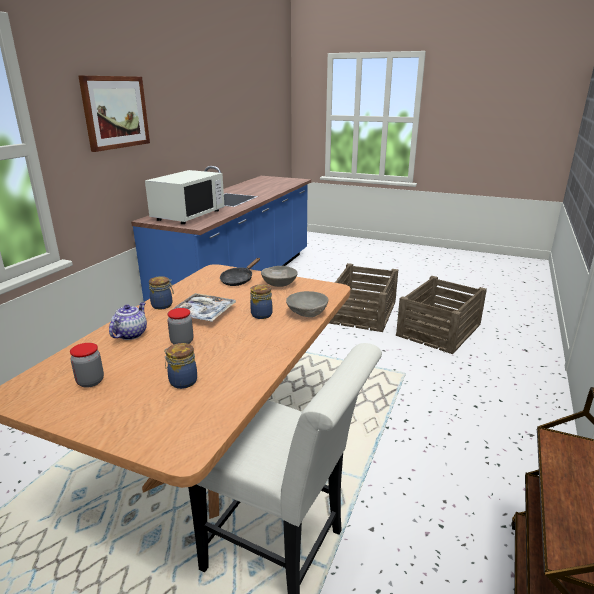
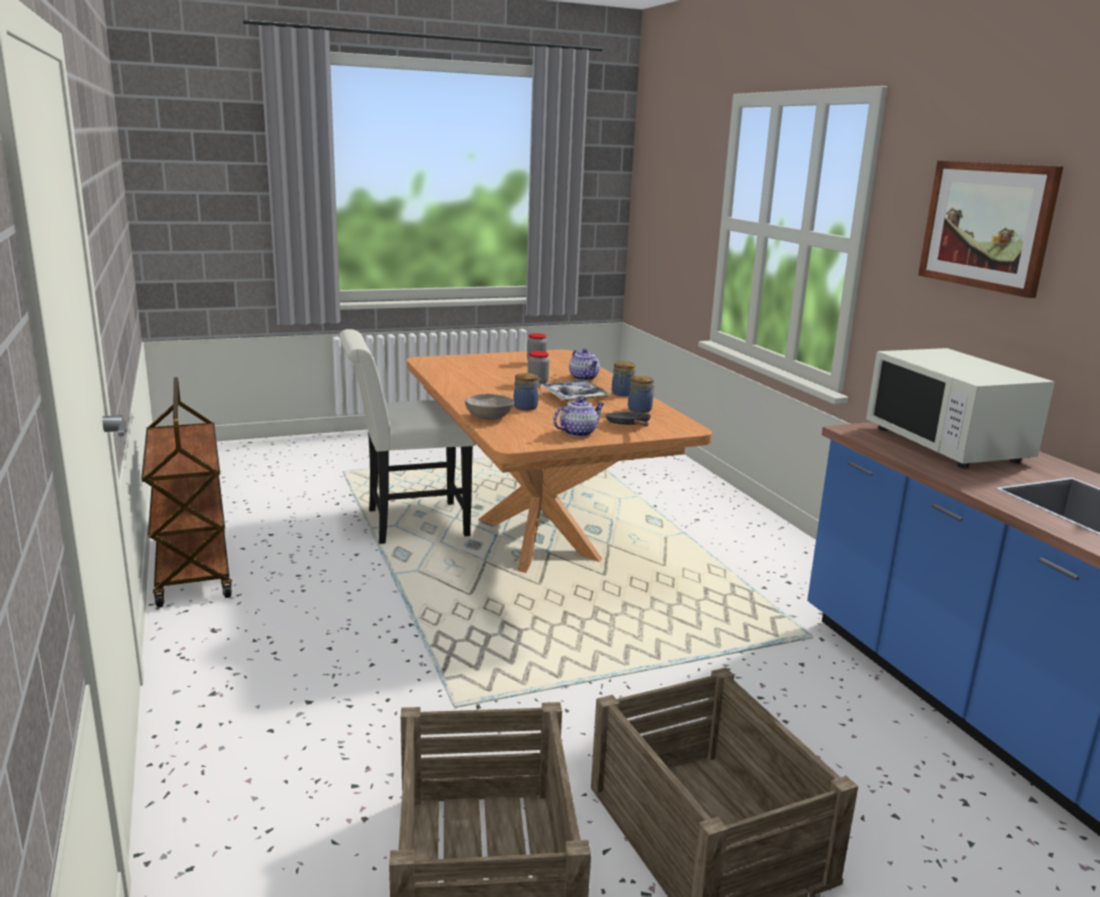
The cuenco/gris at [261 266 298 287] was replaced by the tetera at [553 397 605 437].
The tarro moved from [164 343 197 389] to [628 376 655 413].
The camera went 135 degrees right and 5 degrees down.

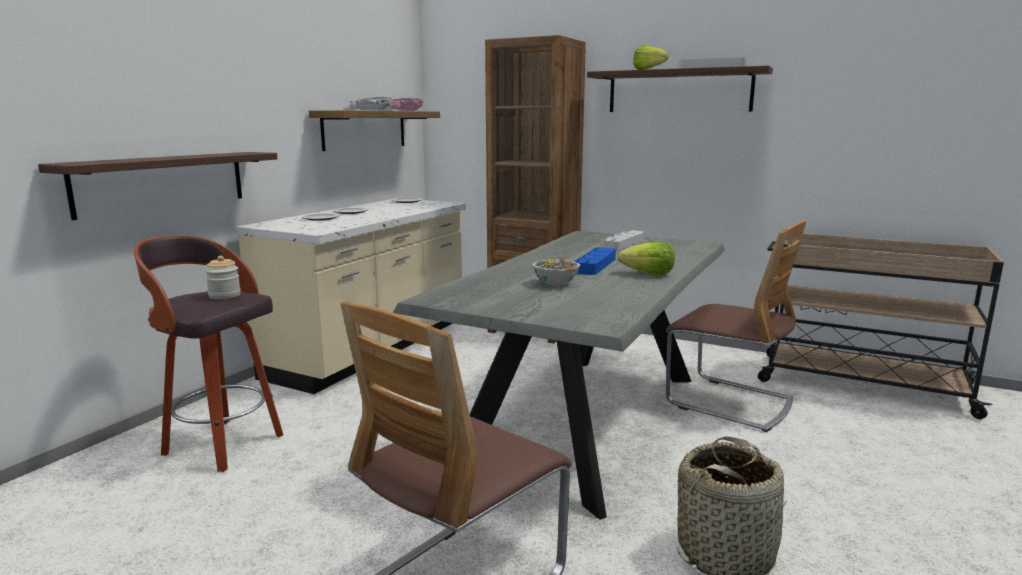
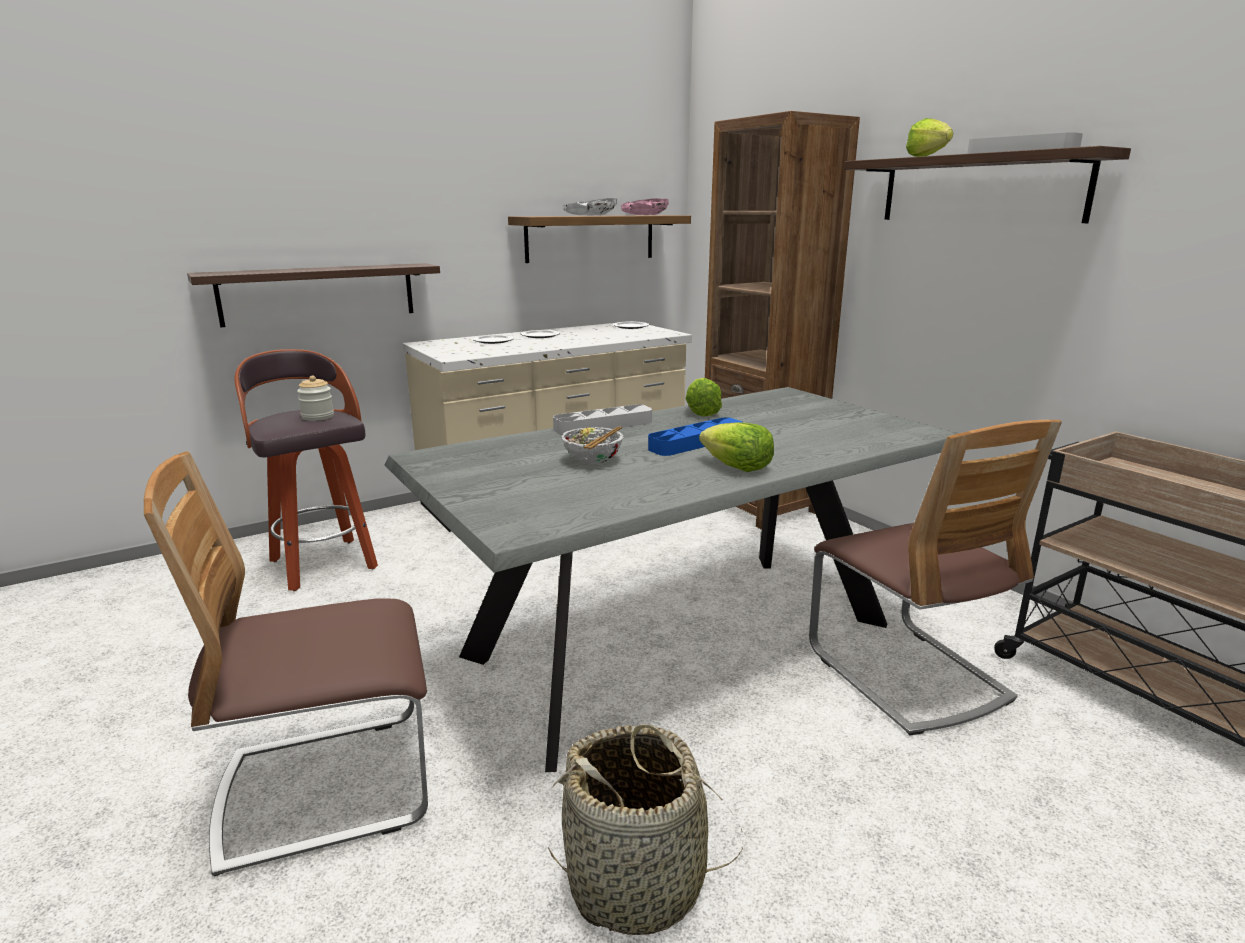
The bandeja/gris moved from [601 230 644 251] to [553 404 652 435].
The lechuga at [685 378 722 417] appeared.
The camera went 30 degrees right and 5 degrees up.

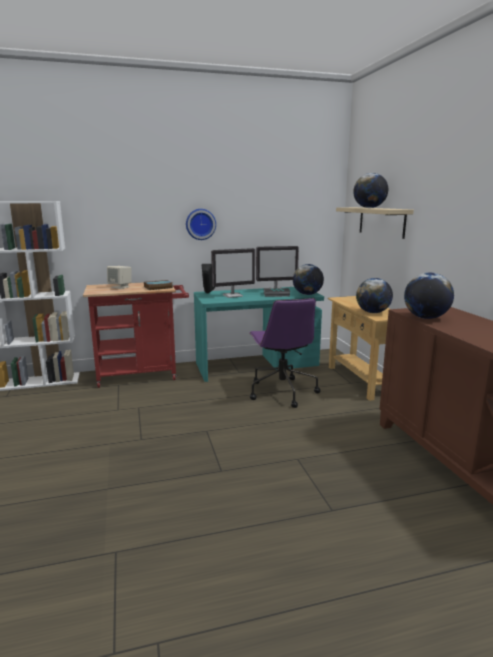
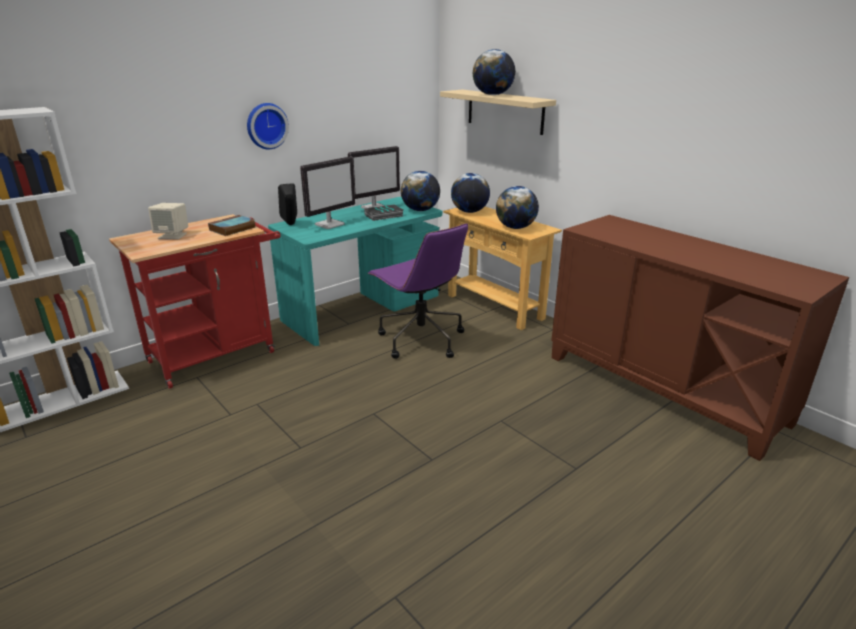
The globo terráqueo moved from [404 273 454 319] to [451 173 490 213].
The camera went 25 degrees left and 10 degrees up.

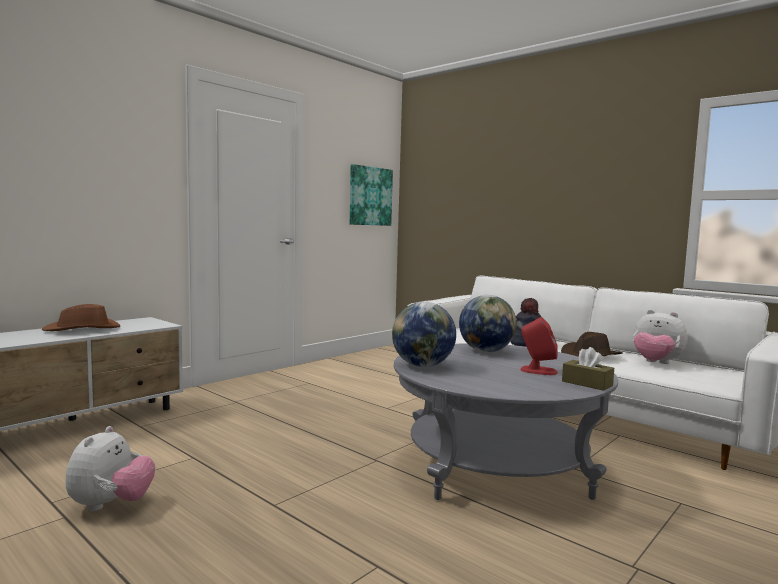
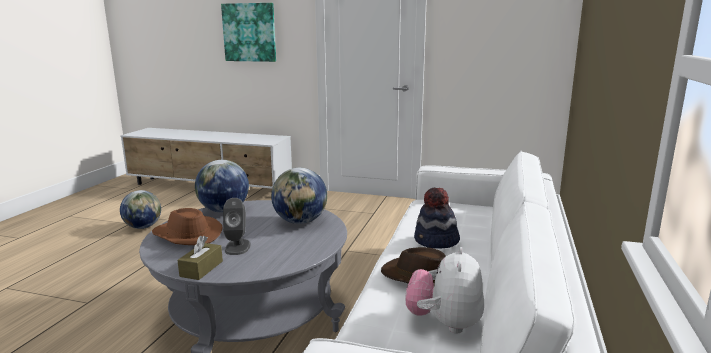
The peluche at [65 426 155 511] was replaced by the globo terráqueo at [120 190 161 229].
The sombrero/marrón moved from [42 304 121 331] to [152 208 223 245].
The cuadro moved from [350 164 393 226] to [221 3 276 62].
The altavoz/rojo at [520 317 558 375] became the altavoz/gris at [223 198 251 255].
The camera went 65 degrees right and 10 degrees up.

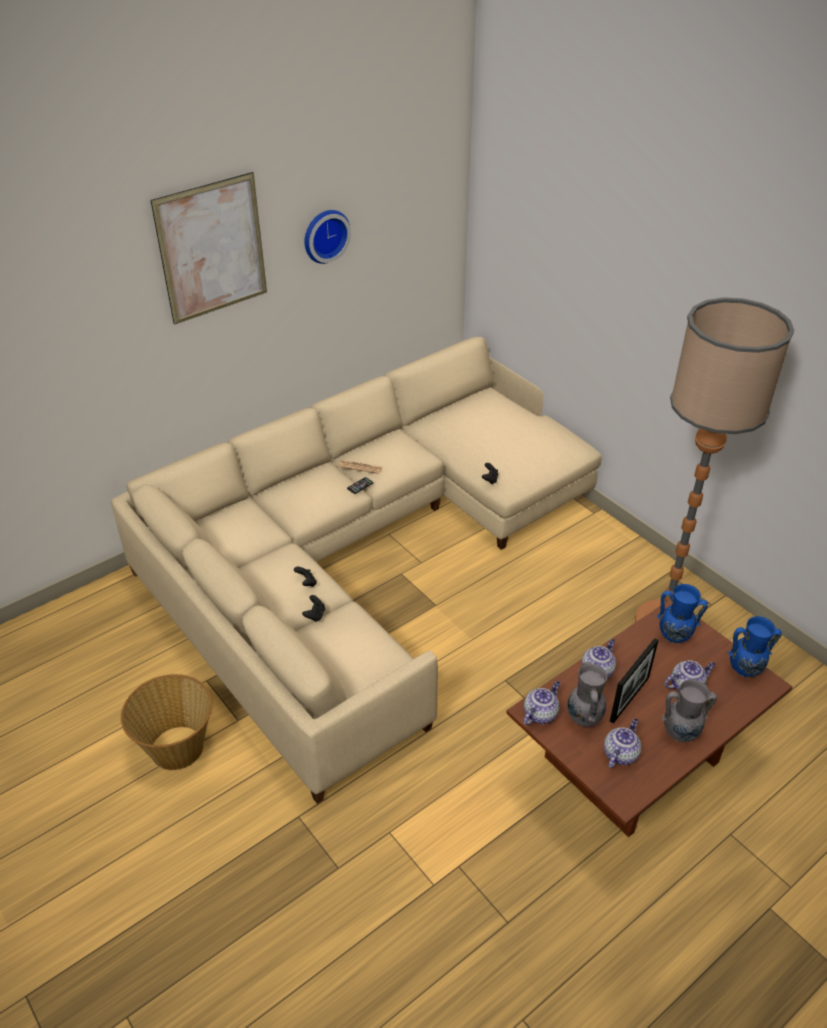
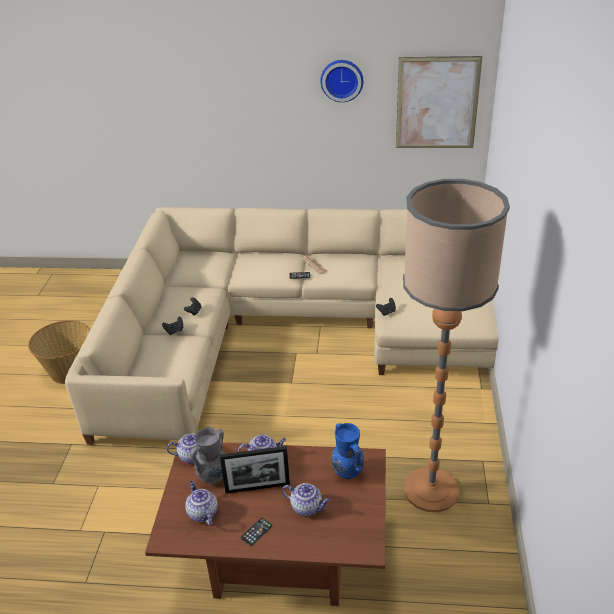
The tetera at [604 718 641 768] turned 105 degrees counterclockwise.
The florero/gris at [662 679 717 742] was replaced by the móvil at [241 518 272 546].
The cuadro moved from [151 172 267 325] to [396 56 482 148].
The florero/azul at [728 616 782 677] disappeared.
The camera went 45 degrees right and 5 degrees down.

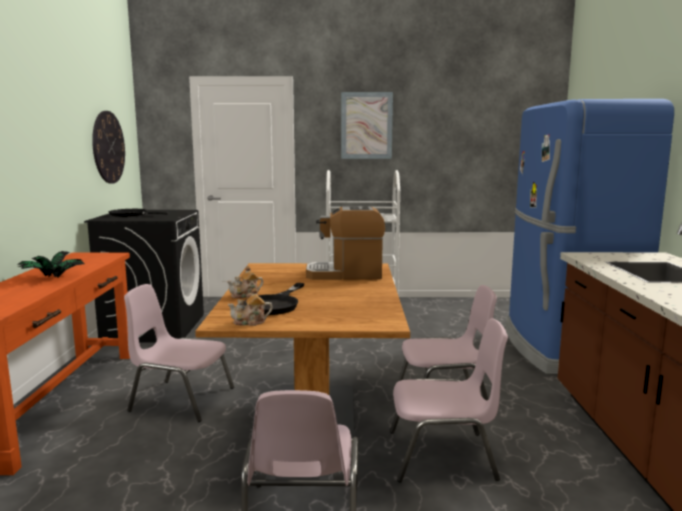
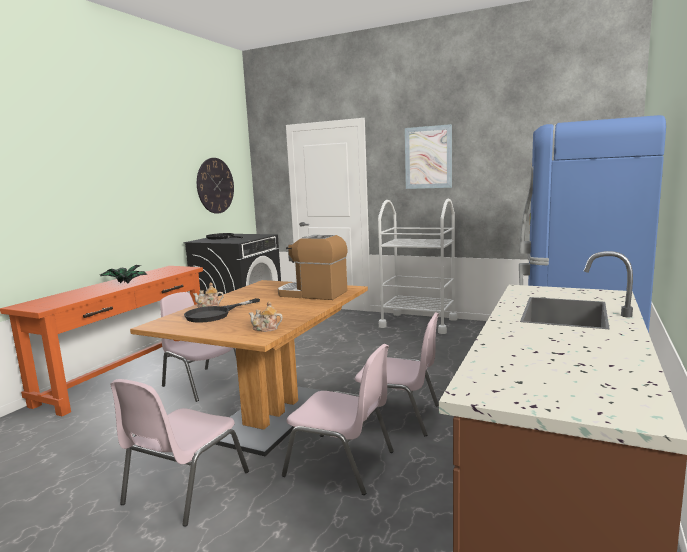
The tetera moved from [227 288 273 326] to [249 301 283 332].
The camera went 25 degrees right and 0 degrees up.

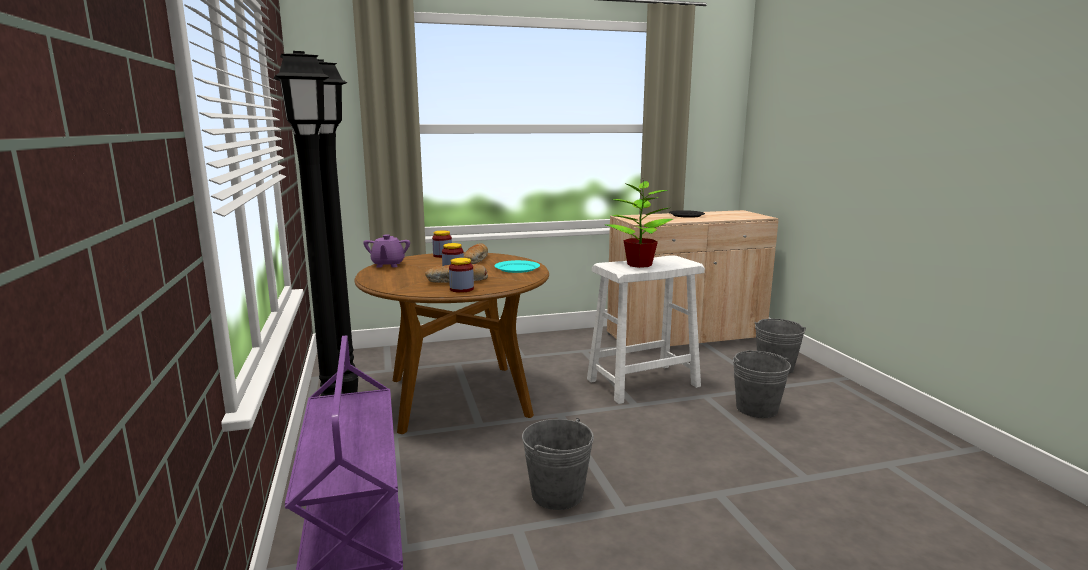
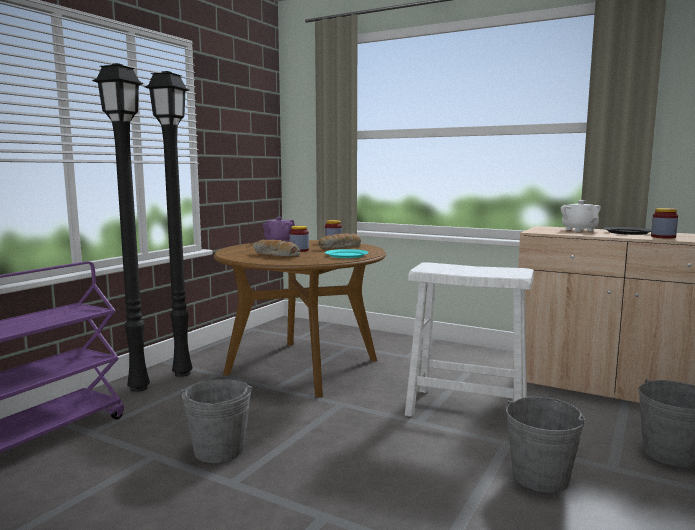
The tetera/blanco at [561 200 601 232] appeared.
The tarro moved from [449 258 474 293] to [651 208 678 239].
The planta en maceta at [606 180 673 268] disappeared.
The camera went 45 degrees right and 5 degrees down.

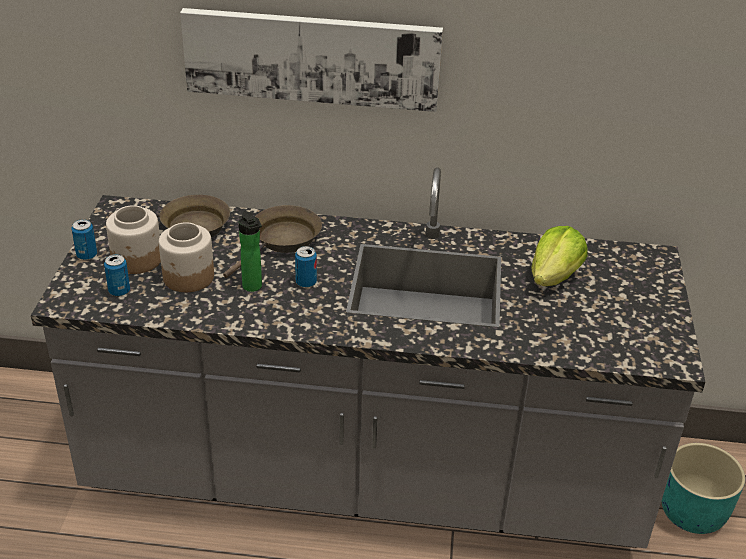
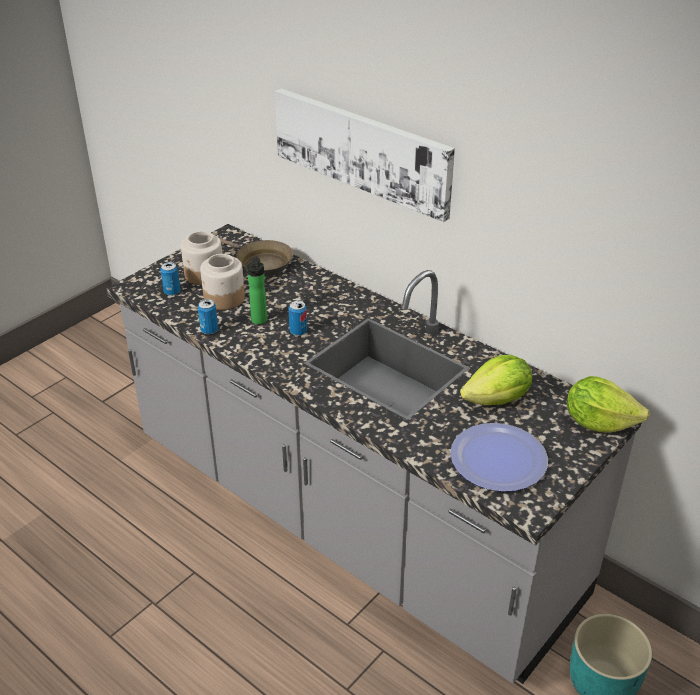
The lata moved from [72 219 97 260] to [198 299 218 334].
The plato at [450 423 548 492] appeared.
The lechuga at [567 376 650 432] appeared.
The sartén/marrón at [223 205 322 278] disappeared.
The camera went 35 degrees right and 0 degrees up.

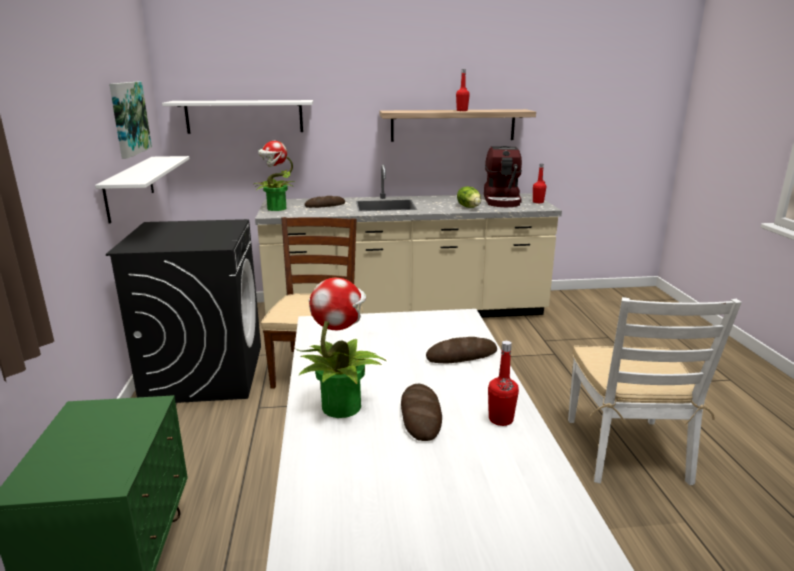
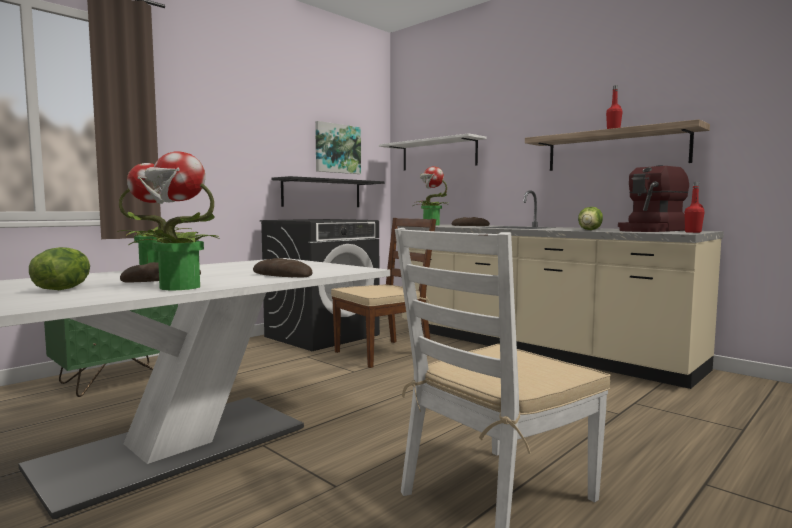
The lechuga at [29 247 90 290] appeared.
The botella/rojo at [488 341 519 426] was replaced by the planta en maceta at [129 151 220 290].
The estante/blanco at [95 156 190 224] became the estante/negro at [272 176 384 207].
The camera went 50 degrees right and 15 degrees down.

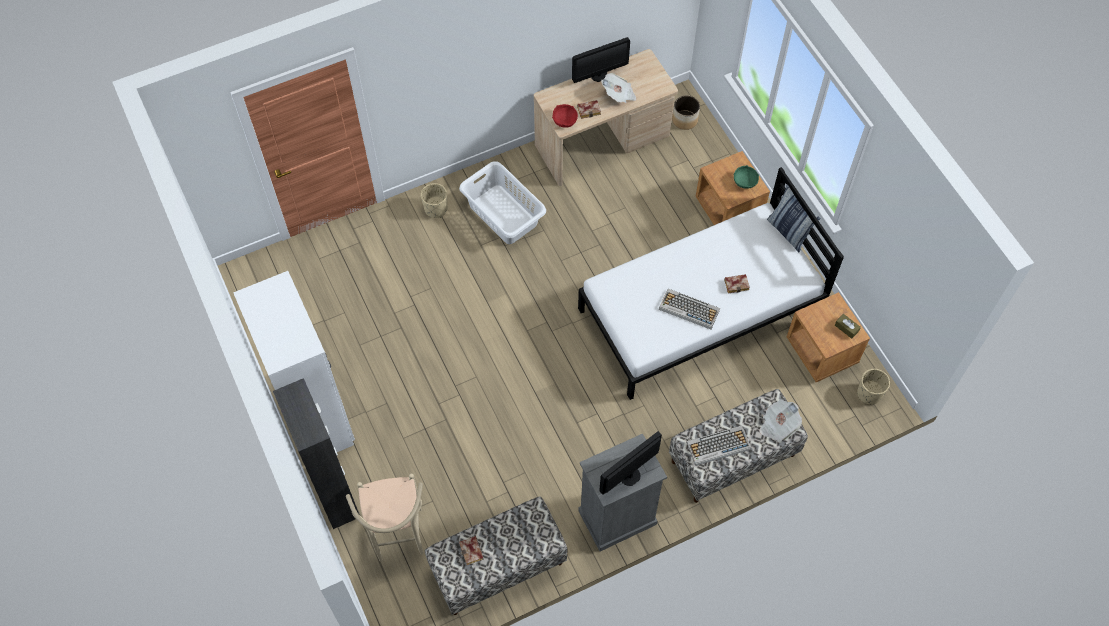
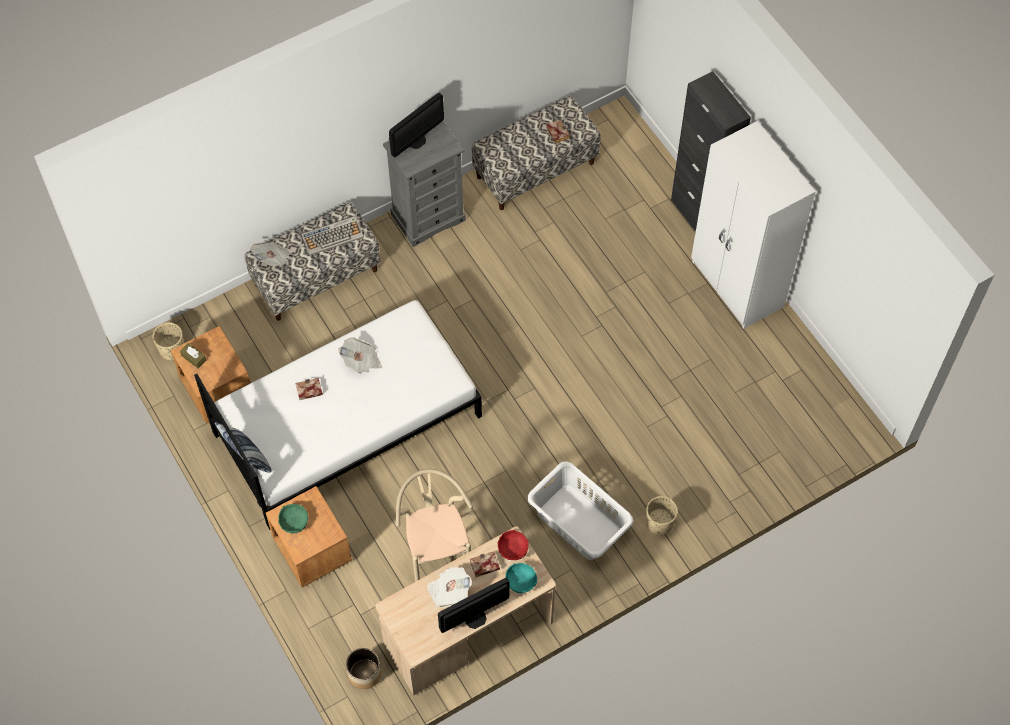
The teclado at [659 289 720 329] was replaced by the periódico at [338 337 382 373].
The taburete/beis moved from [346 474 423 562] to [396 469 473 582].
The cuenco/turquesa at [505 563 537 593] appeared.
The camera went 175 degrees right and 0 degrees up.

